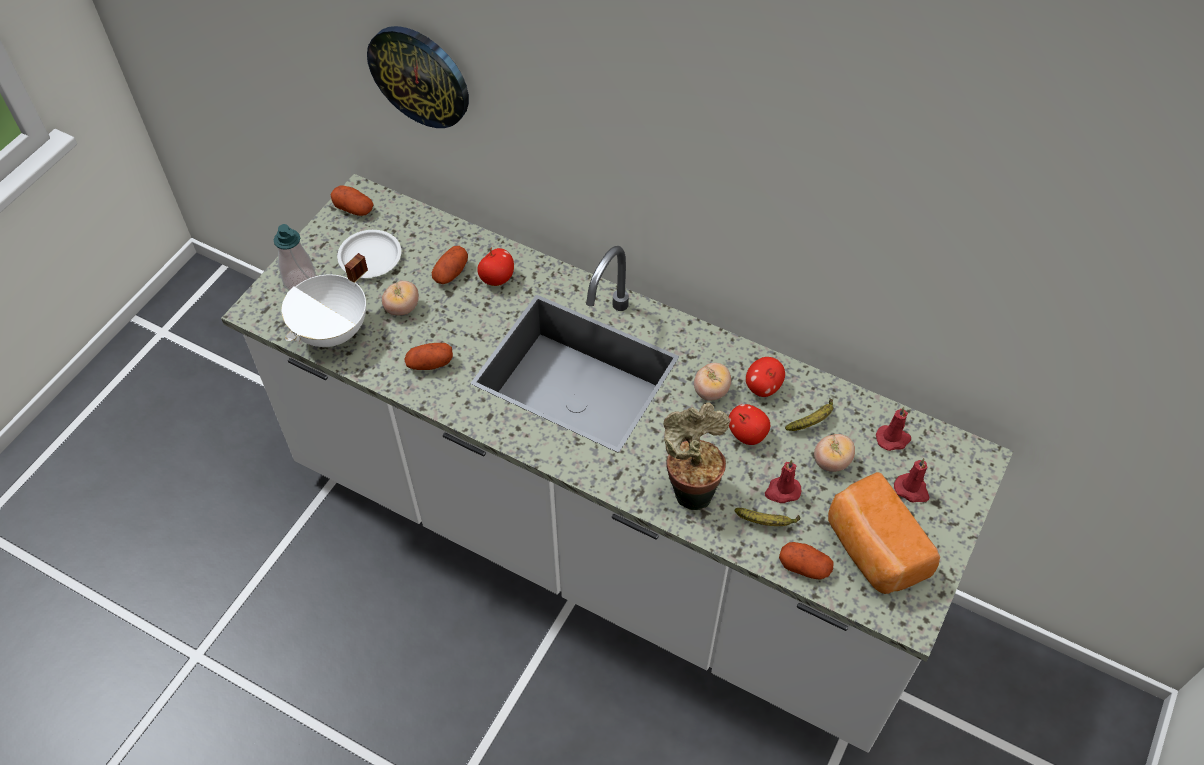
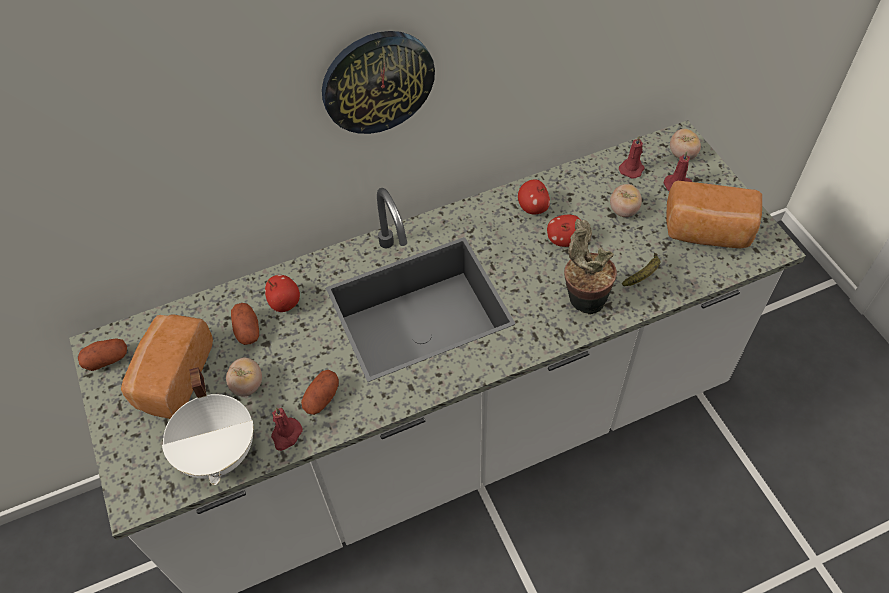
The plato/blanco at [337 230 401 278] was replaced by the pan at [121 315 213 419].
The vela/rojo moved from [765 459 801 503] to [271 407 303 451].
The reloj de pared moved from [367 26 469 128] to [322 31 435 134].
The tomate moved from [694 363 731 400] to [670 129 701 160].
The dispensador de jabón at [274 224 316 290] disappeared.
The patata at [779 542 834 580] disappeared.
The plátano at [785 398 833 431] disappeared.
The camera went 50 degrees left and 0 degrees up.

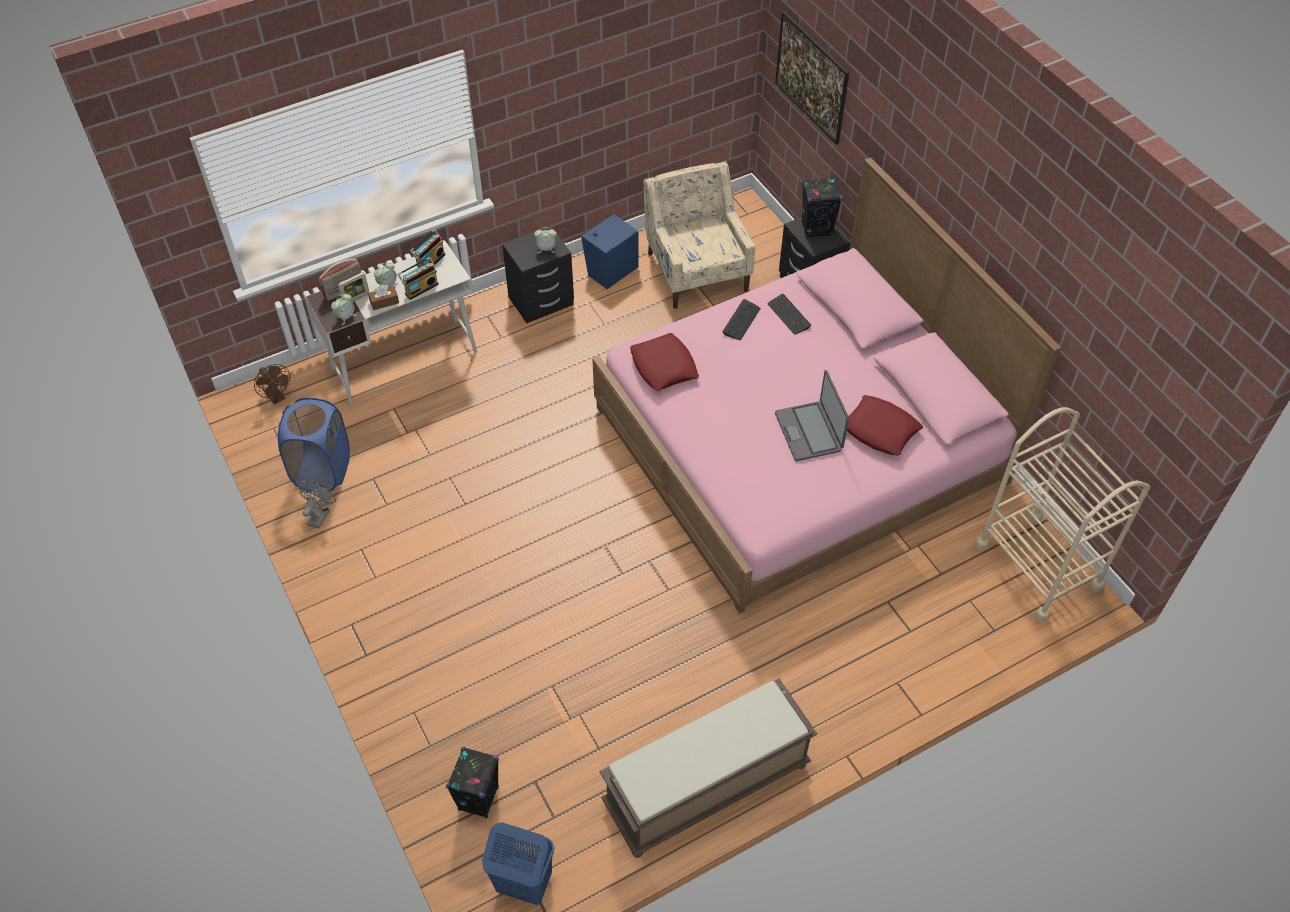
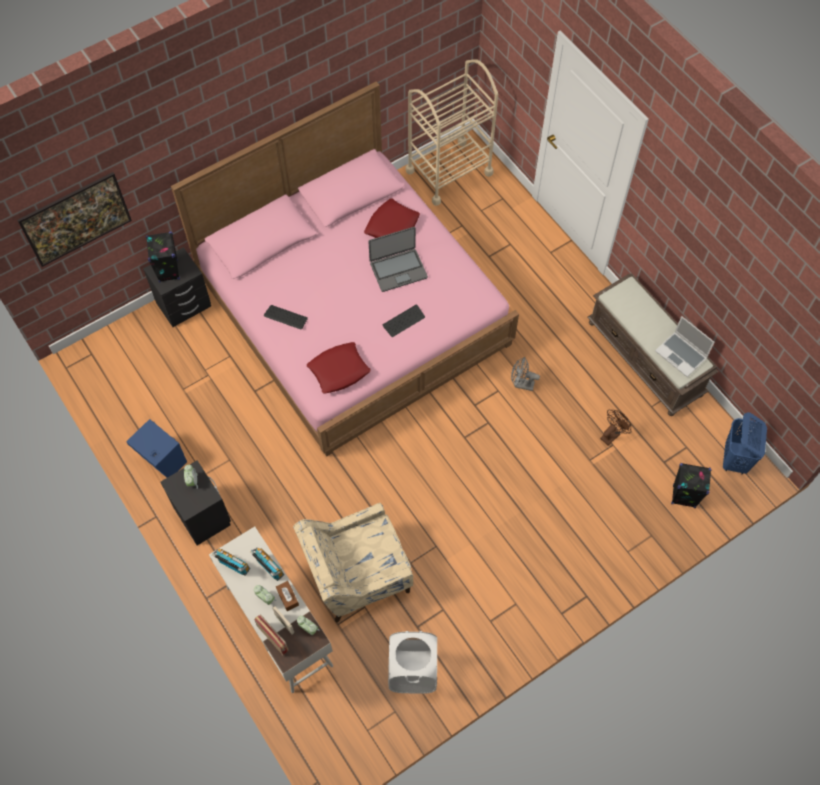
The sillón/beis moved from [643 161 755 309] to [293 503 413 622].
The teclado moved from [768 294 812 335] to [383 304 425 337].
The cesto de la ropa/azul at [278 398 350 492] became the cesto de la ropa/blanco at [388 631 437 694].
The ventilador/gris moved from [297 479 336 529] to [511 357 540 391].
The ventilador/marrón moved from [254 364 290 405] to [600 410 631 445].
The portátil at [655 316 715 377] appeared.
The camera went 95 degrees left and 10 degrees up.

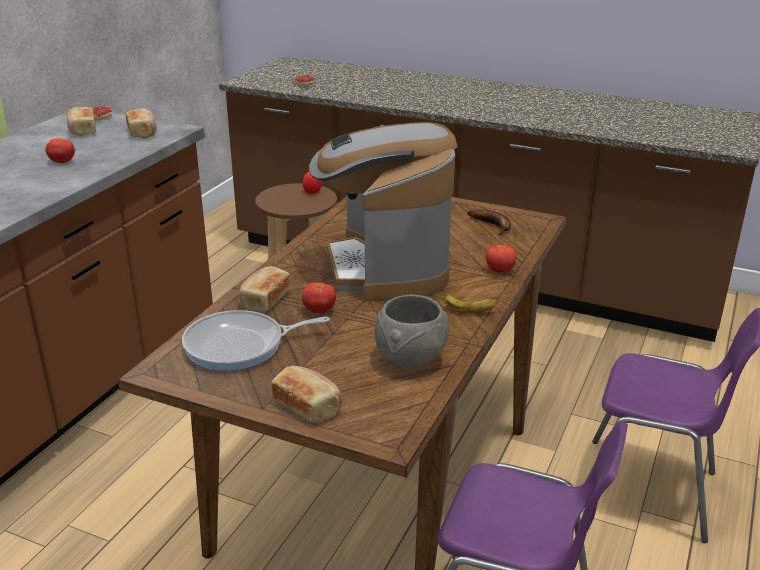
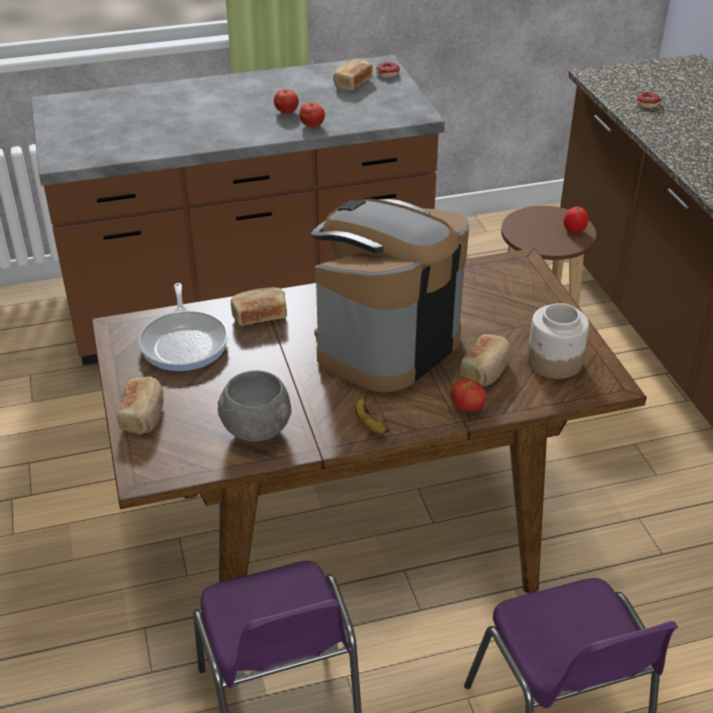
The sartén at [182 310 330 371] turned 135 degrees counterclockwise.
The tomate moved from [302 282 336 313] to [299 102 325 128].
The pan moved from [125 108 157 138] to [460 334 511 386].
The plátano at [468 209 511 236] was replaced by the tarro at [527 303 589 379].
The camera went 50 degrees right and 10 degrees up.

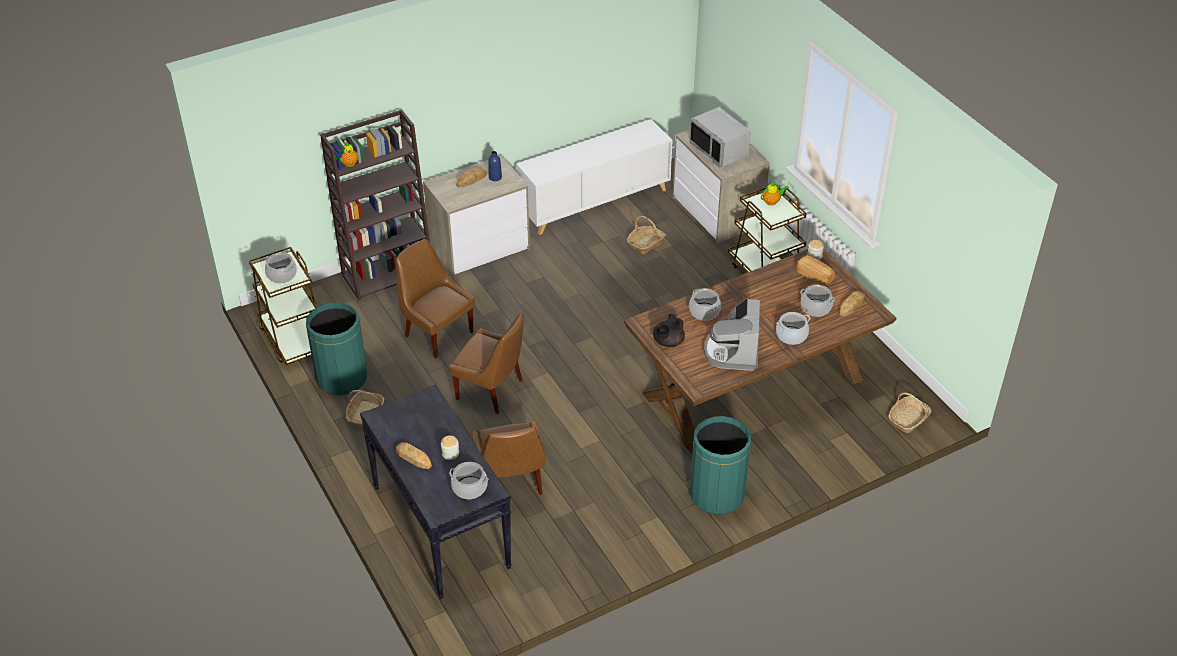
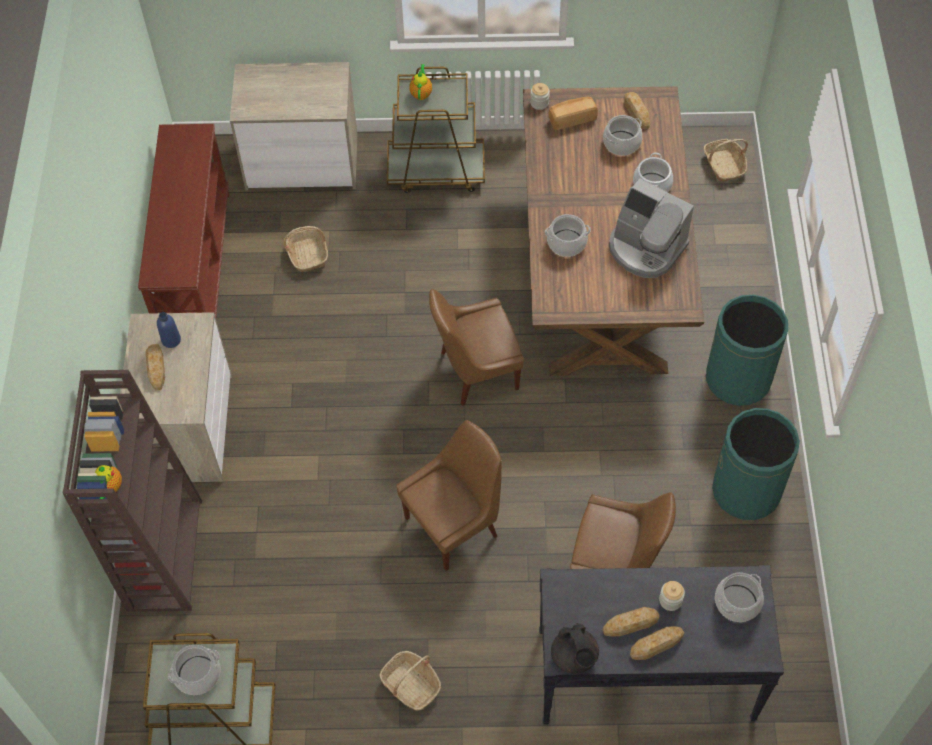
The armario/blanco at [516 119 673 235] was replaced by the mesa consola/marrón at [138 124 229 318].
The silla/marrón moved from [396 239 475 358] to [429 289 524 406].
The tetera/negro moved from [653 314 685 347] to [551 623 599 674].
The pan at [603 607 660 637] appeared.
The papelera/verde moved from [306 302 367 395] to [712 408 800 520].
The microondas/gris at [689 107 751 168] disappeared.
The camera went 60 degrees left and 15 degrees up.

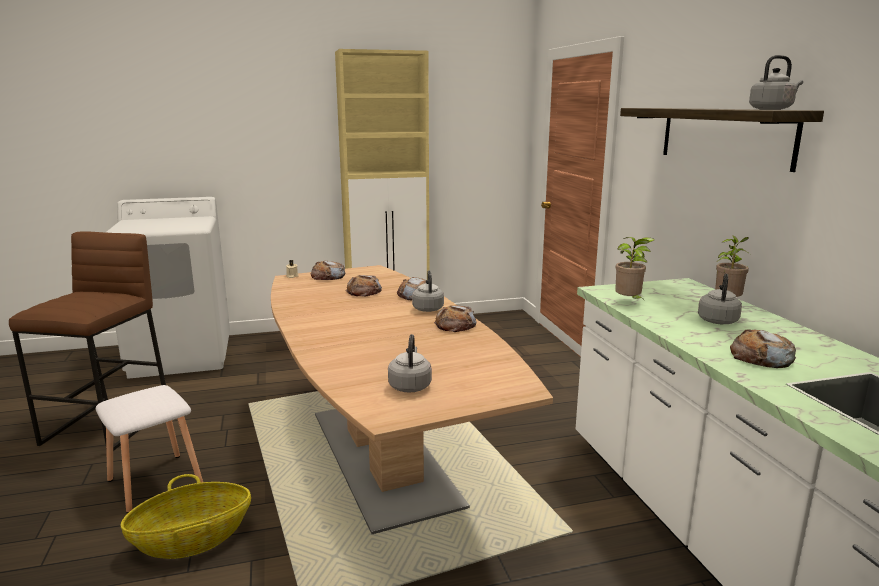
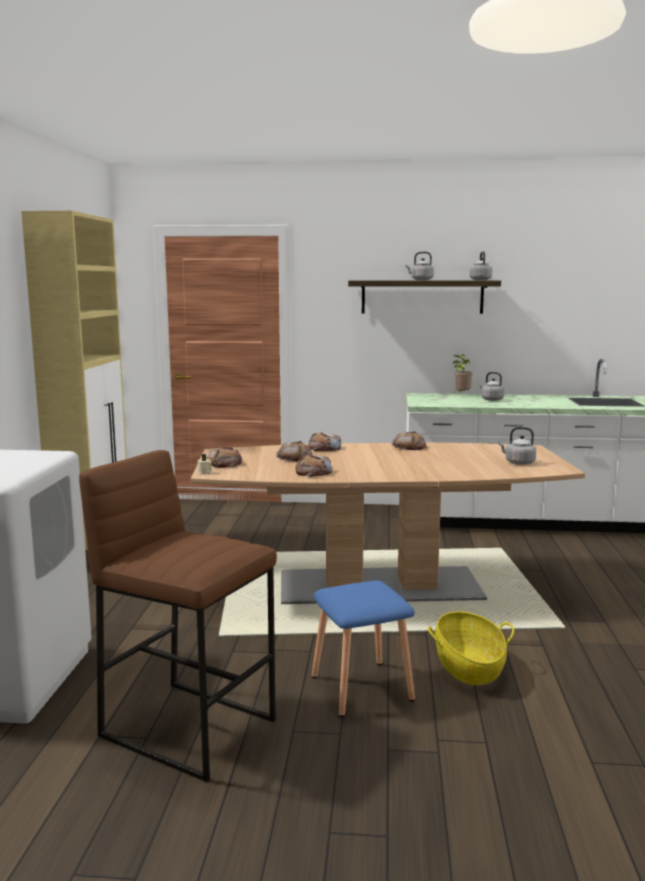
The pan moved from [730 329 796 368] to [295 454 333 477].
The taburete/blanco at [95 385 203 513] became the taburete/azul at [312 581 415 717].
The hervidor/gris moved from [412 270 444 312] to [406 252 434 280].
The planta en maceta at [615 237 654 302] disappeared.
The camera went 70 degrees left and 5 degrees down.

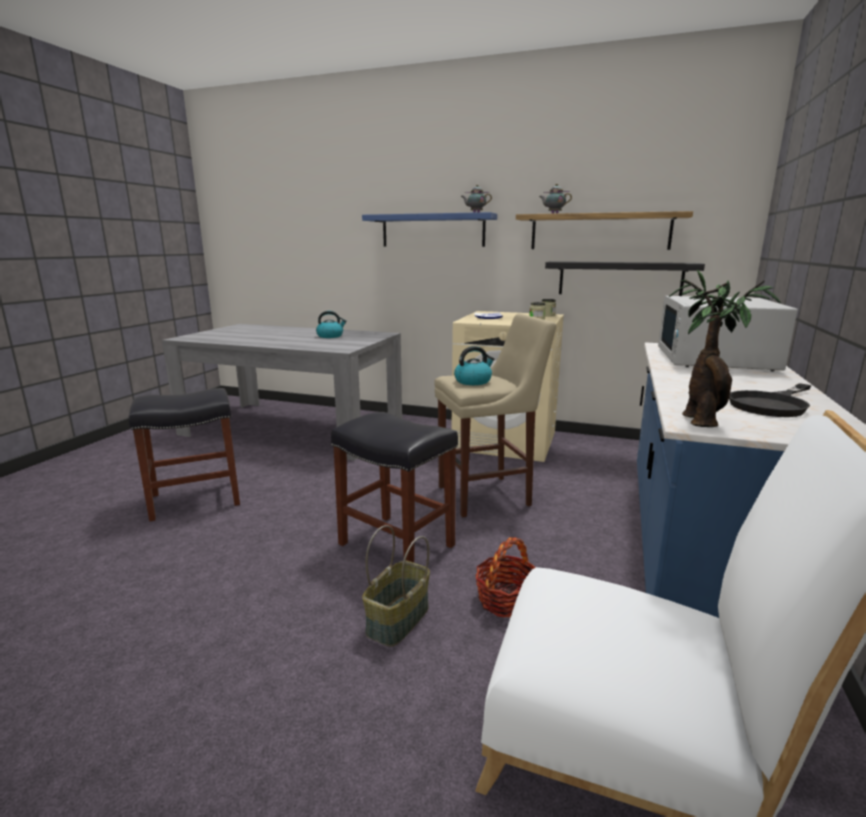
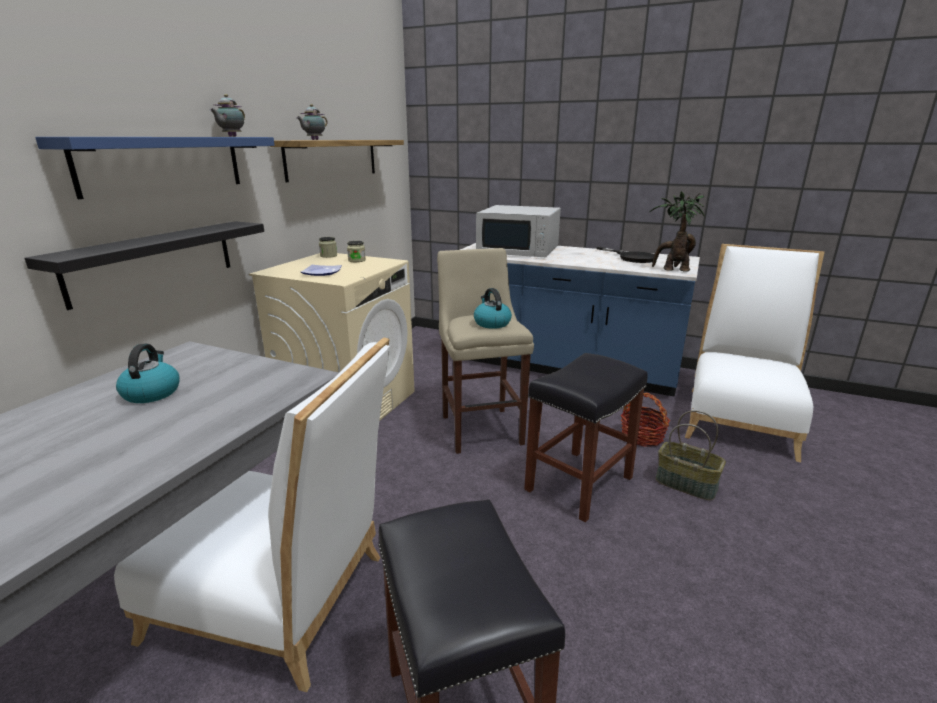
The estante/negro moved from [545 261 705 296] to [24 221 264 310].
The silla/blanco at [114 338 390 692] appeared.
The camera went 85 degrees left and 5 degrees up.

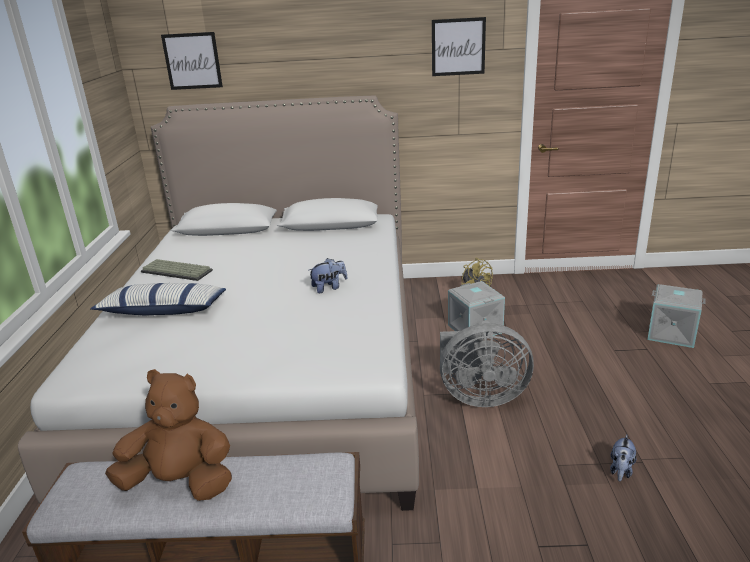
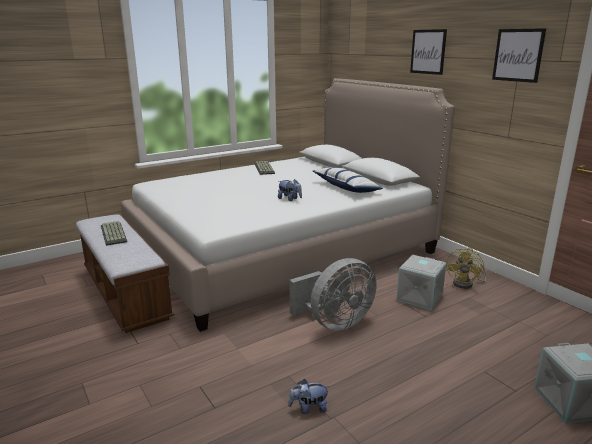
The peluche/marrón at [105 369 232 501] was replaced by the teclado at [101 221 127 246].
The ventilador/gris at [440 323 534 407] turned 90 degrees counterclockwise.
The cojín moved from [90 283 226 315] to [313 167 383 193].
The cuadro moved from [161 32 223 90] to [410 29 447 75].
The camera went 55 degrees right and 5 degrees down.

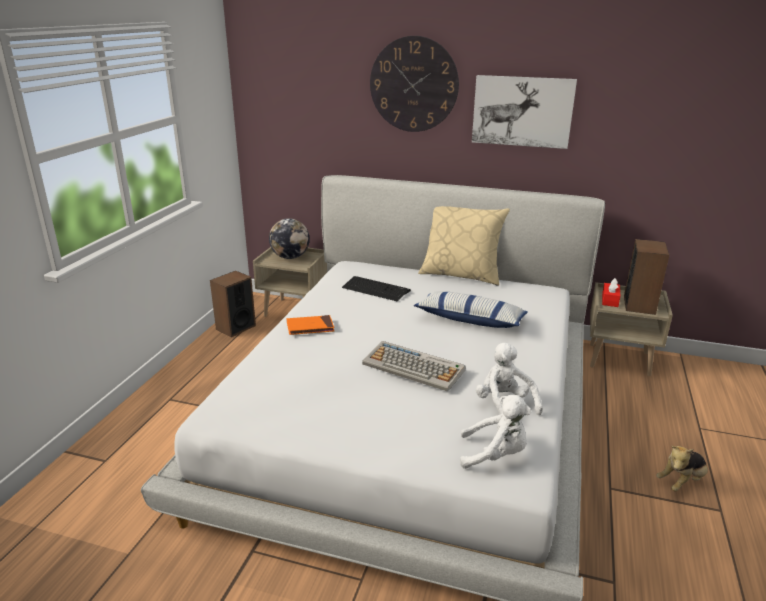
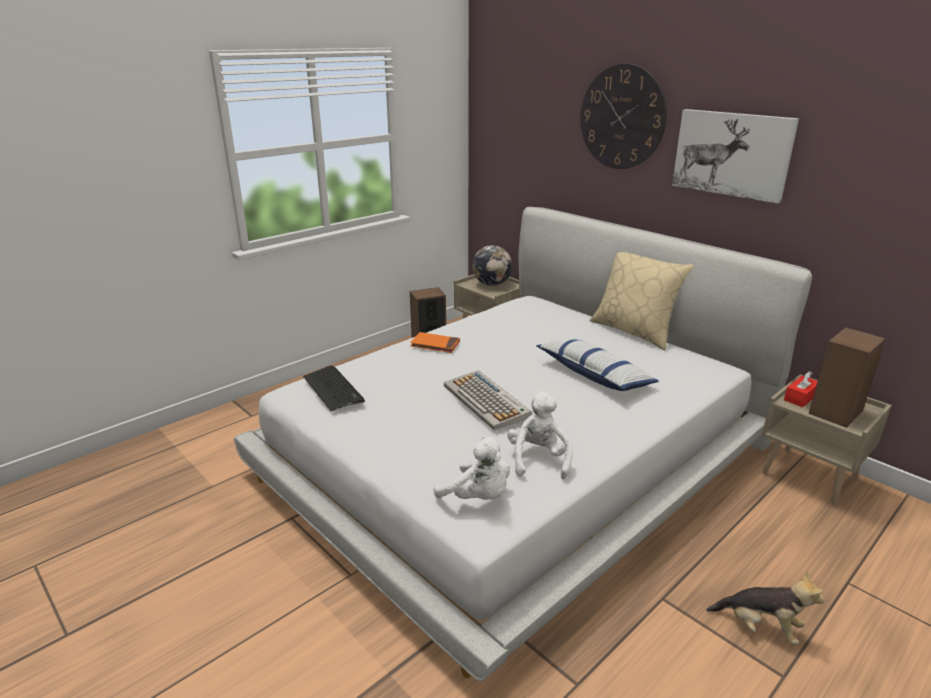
The teclado moved from [342 276 411 301] to [303 366 365 412].
The peluche at [656 446 708 492] turned 150 degrees counterclockwise.
The camera went 30 degrees right and 0 degrees up.

